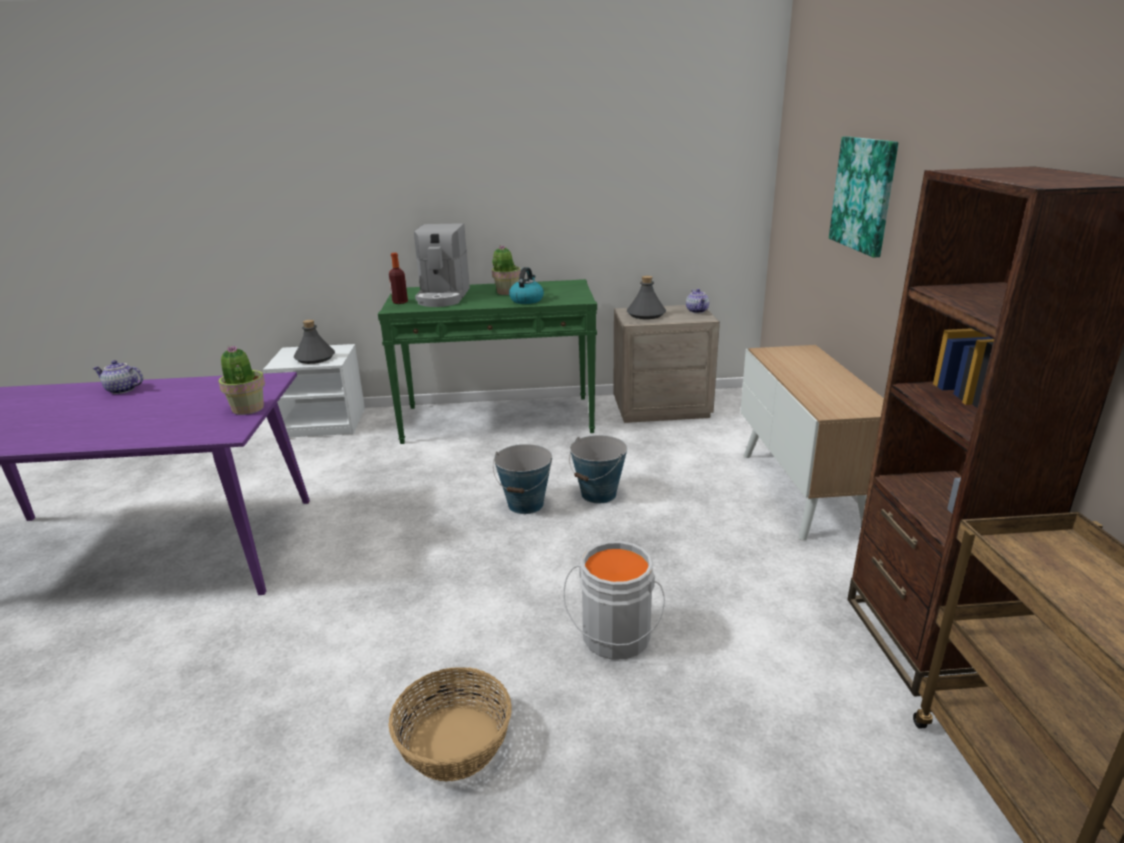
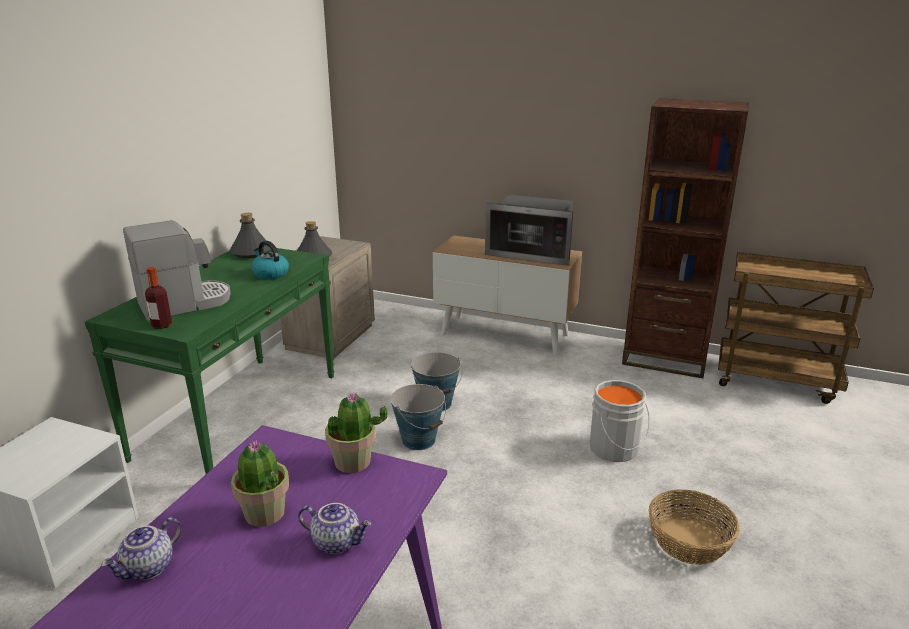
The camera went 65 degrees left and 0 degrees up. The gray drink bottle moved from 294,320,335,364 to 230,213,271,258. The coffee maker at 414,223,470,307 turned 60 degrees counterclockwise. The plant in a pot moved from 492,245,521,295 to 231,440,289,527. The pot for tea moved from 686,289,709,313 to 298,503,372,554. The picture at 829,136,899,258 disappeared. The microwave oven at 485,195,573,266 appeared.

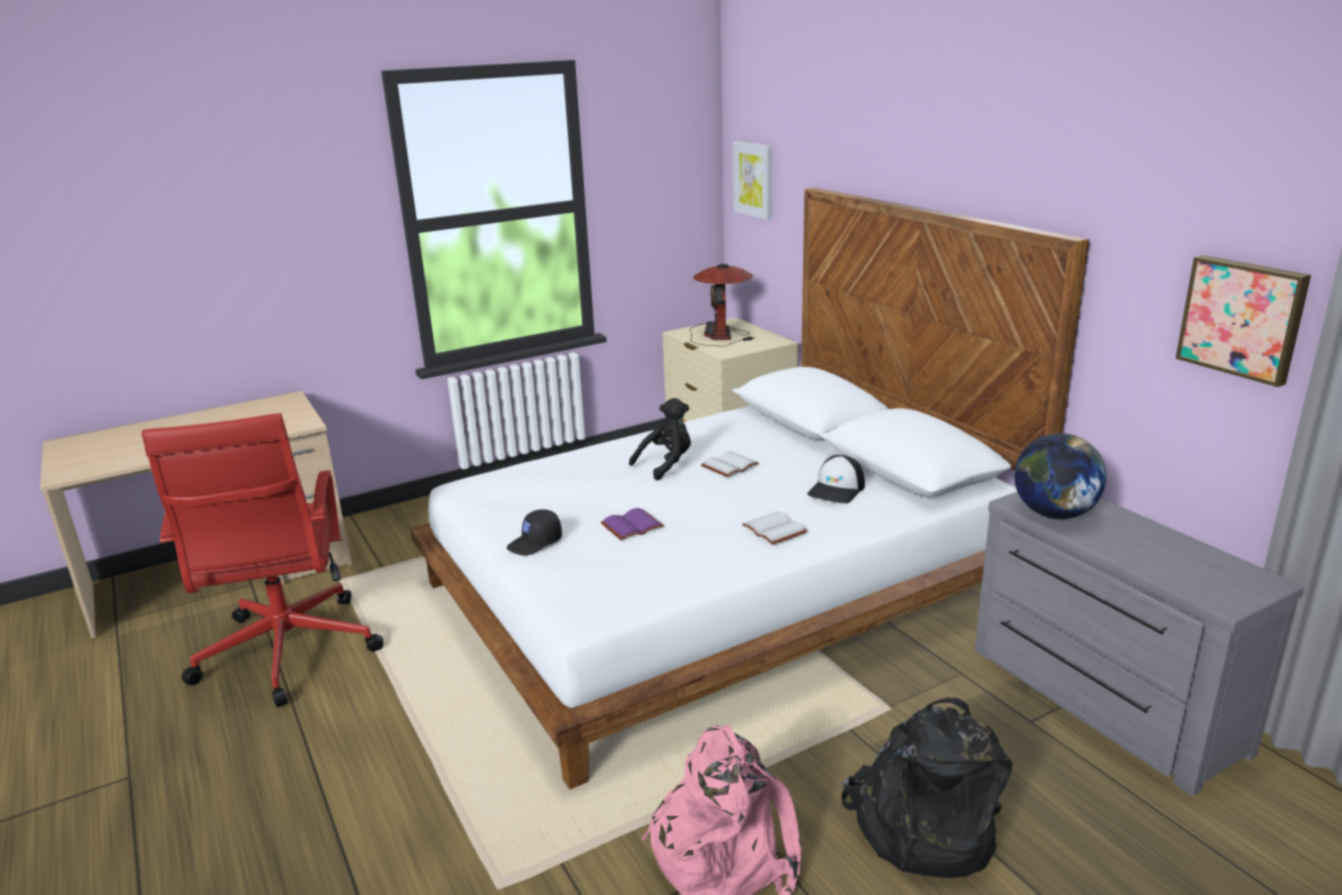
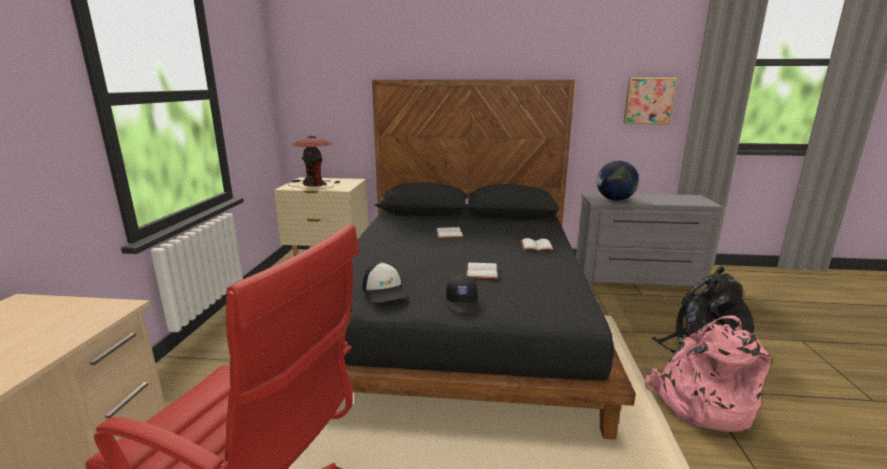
The camera went 55 degrees left and 5 degrees down. The white sleeping bed at 410,188,1089,789 became the black-coloured sleeping bed at 344,79,636,440. The purple volume at 600,508,664,540 became the white volume at 466,263,498,279. The black-coloured cuddly toy at 629,398,691,480 disappeared. The picture at 733,141,772,220 disappeared. The peaked cap moved from 807,455,865,503 to 363,262,408,303.

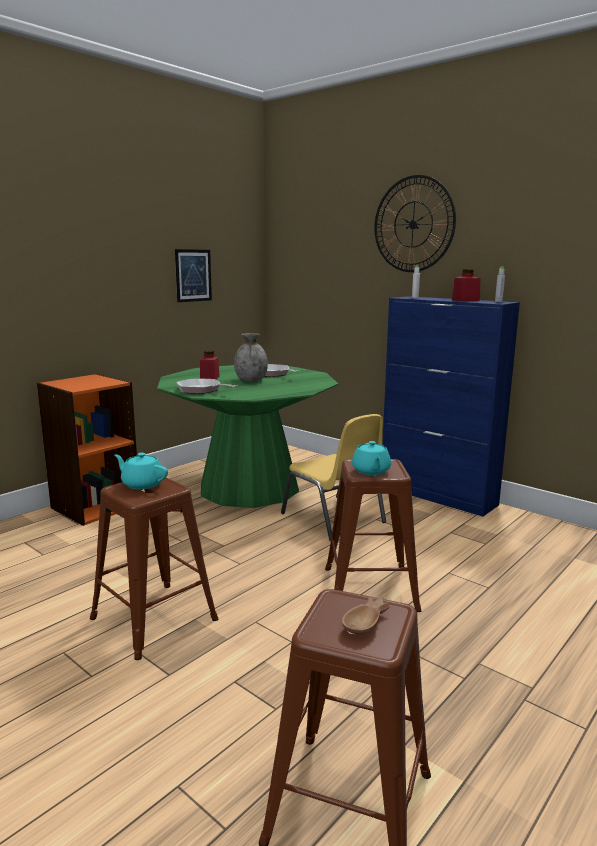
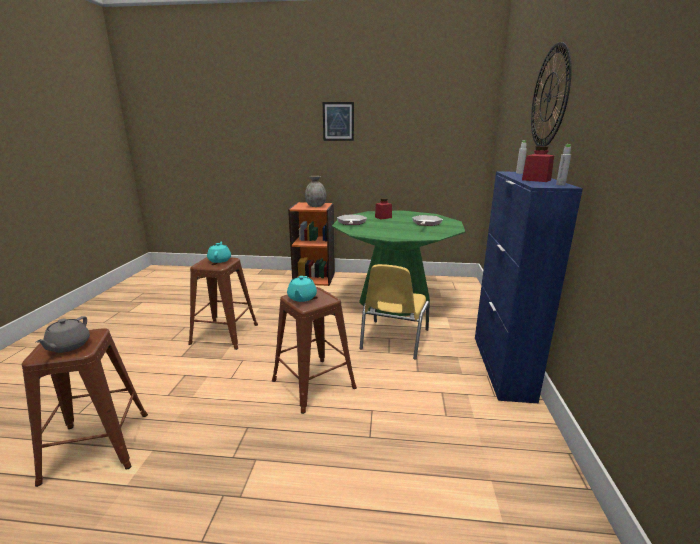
The camera went 55 degrees right and 5 degrees up. The picture moved from 175,249,212,302 to 323,102,354,141. The gray decorative vase moved from 234,333,268,382 to 305,176,326,207. The brownish bowl at 342,596,390,635 was replaced by the gray pot for tea at 36,316,90,353. The blue-green pot for tea at 352,441,391,475 turned 45 degrees counterclockwise.

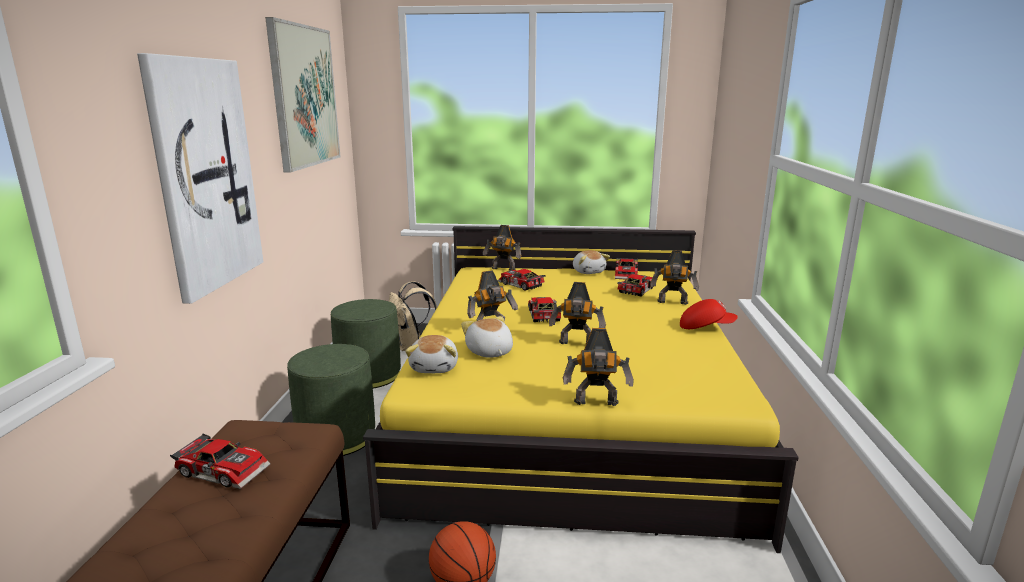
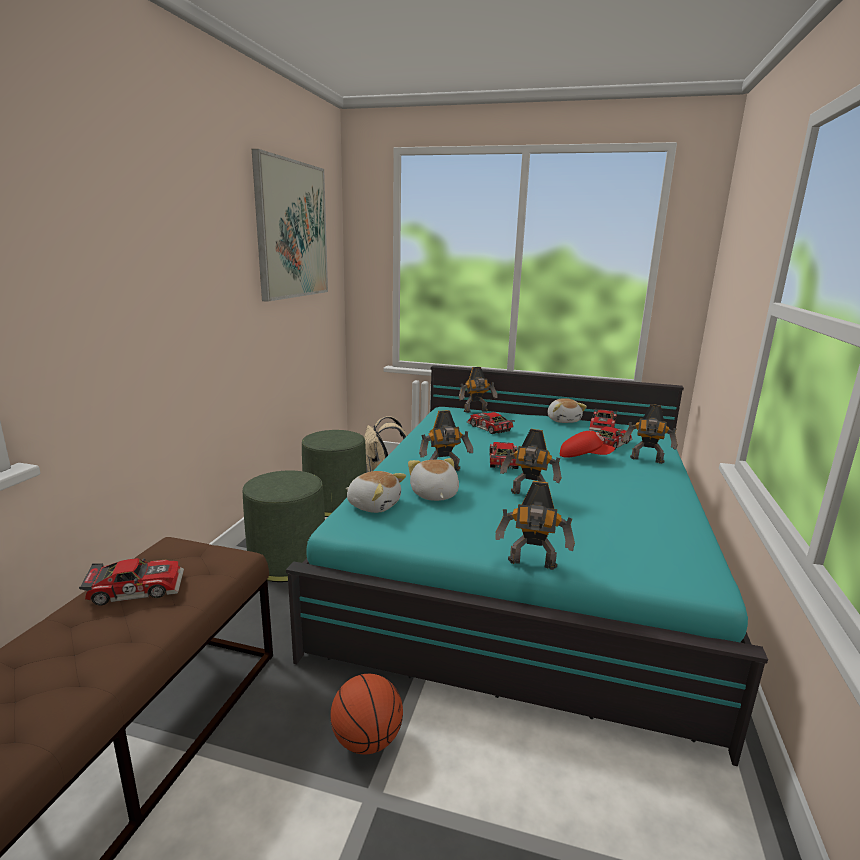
The camera went 10 degrees right and 0 degrees up. The picture at 137,53,263,304 disappeared. The miniature car at 170,434,270,489 turned 45 degrees counterclockwise. The yellow sleeping bed at 363,226,799,553 became the blue-green sleeping bed at 286,365,768,766. The cuddly toy at 405,335,458,373 turned 75 degrees counterclockwise. The toy robot at 483,225,522,271 turned 45 degrees counterclockwise. The reddish peaked cap moved from 680,299,738,329 to 560,431,615,458.

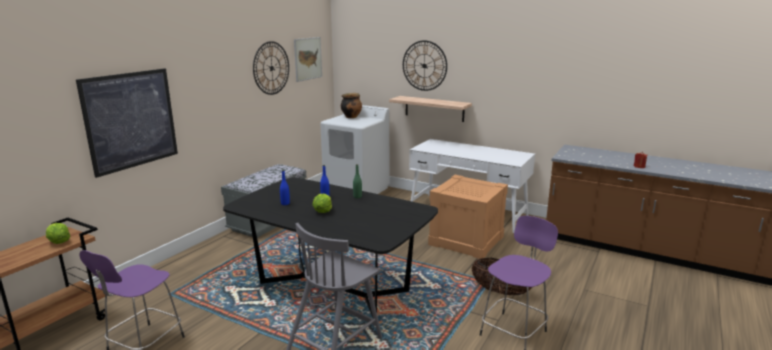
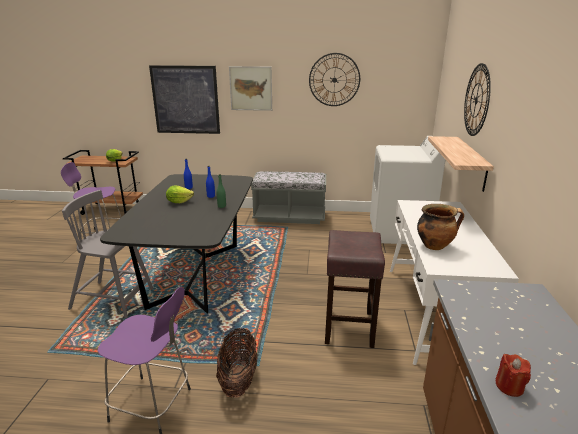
The camera went 65 degrees right and 5 degrees up. The picture moved from 294,37,322,82 to 229,66,272,111. The saucepot moved from 341,93,362,118 to 417,204,464,250. The crate at 428,175,508,259 was replaced by the brownish sitting stool at 325,230,385,348.

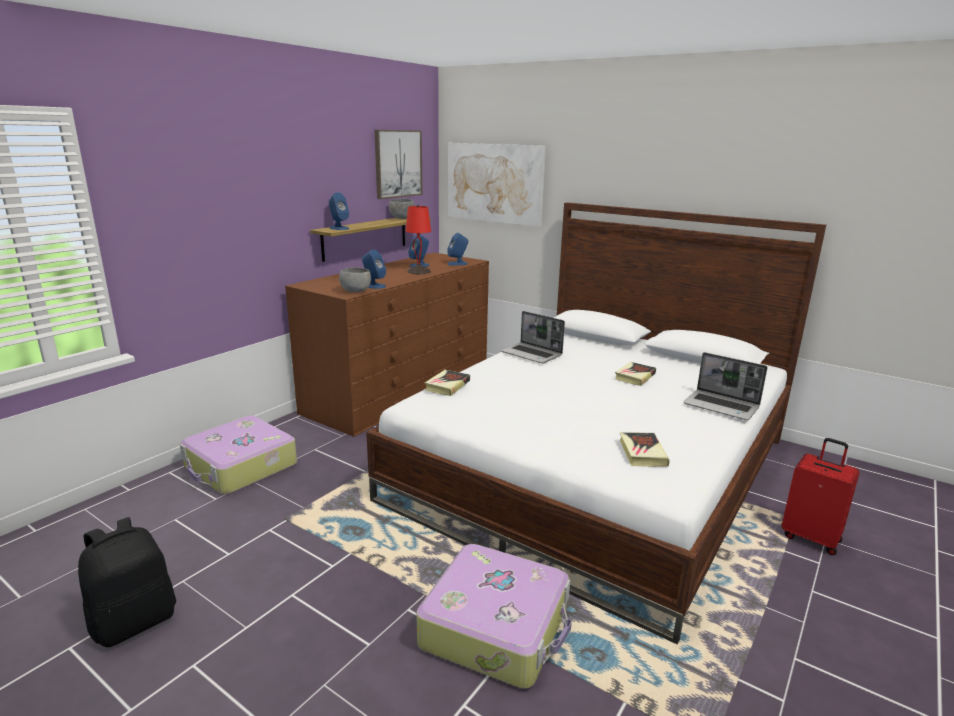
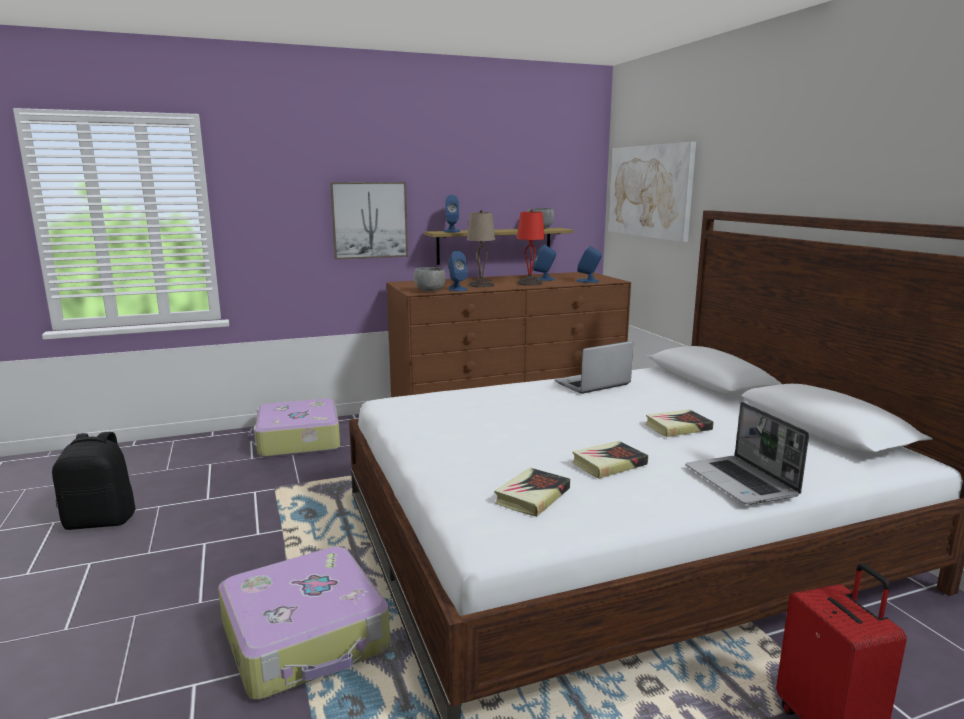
The camera went 35 degrees right and 5 degrees down. The picture moved from 375,130,423,199 to 330,182,408,260. The volume moved from 425,370,470,396 to 572,441,648,479. The notebook computer at 500,311,565,364 turned 75 degrees clockwise. The beige-coloured tabletop lamp at 467,210,495,287 appeared.

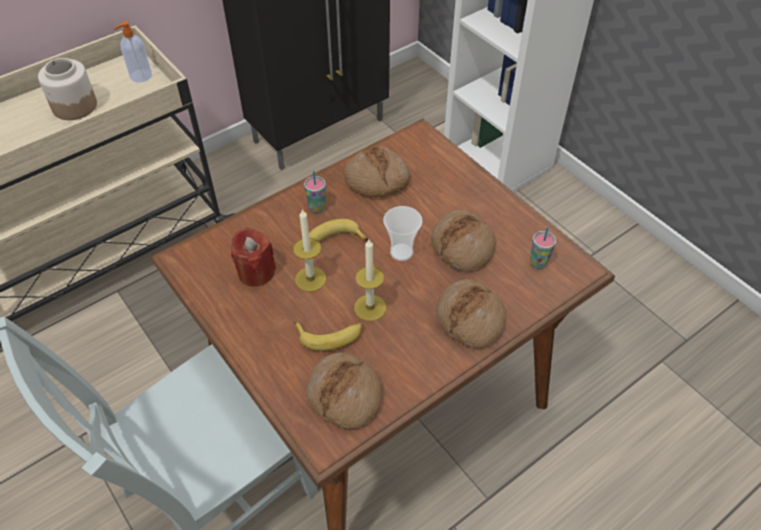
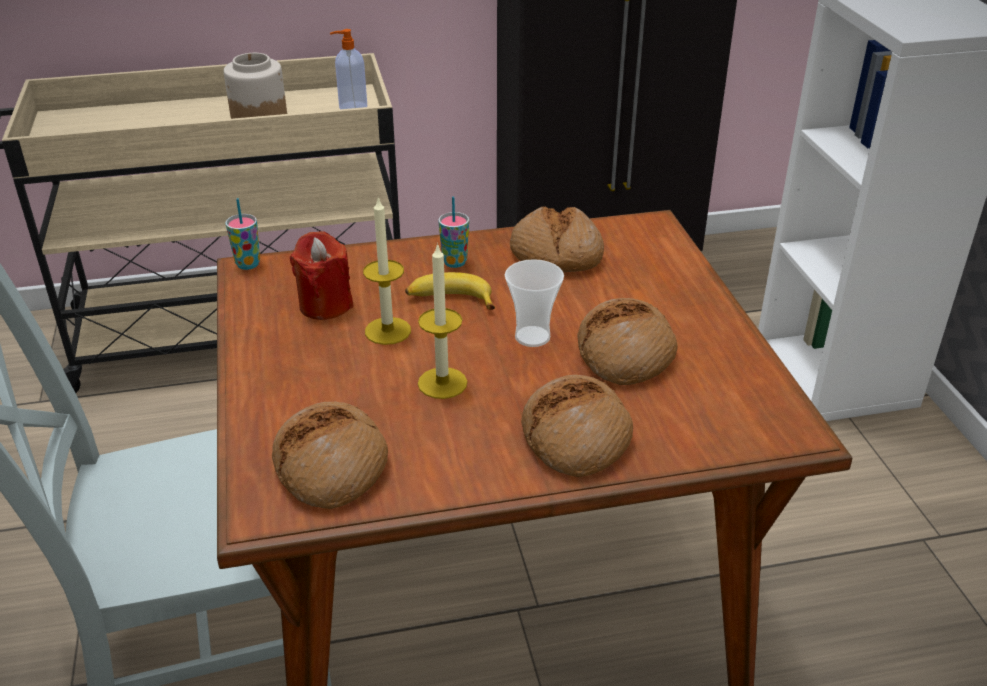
The camera went 25 degrees right and 15 degrees down. The whole banana at 294,321,363,351 disappeared. The cup moved from 530,226,556,269 to 225,198,260,270.

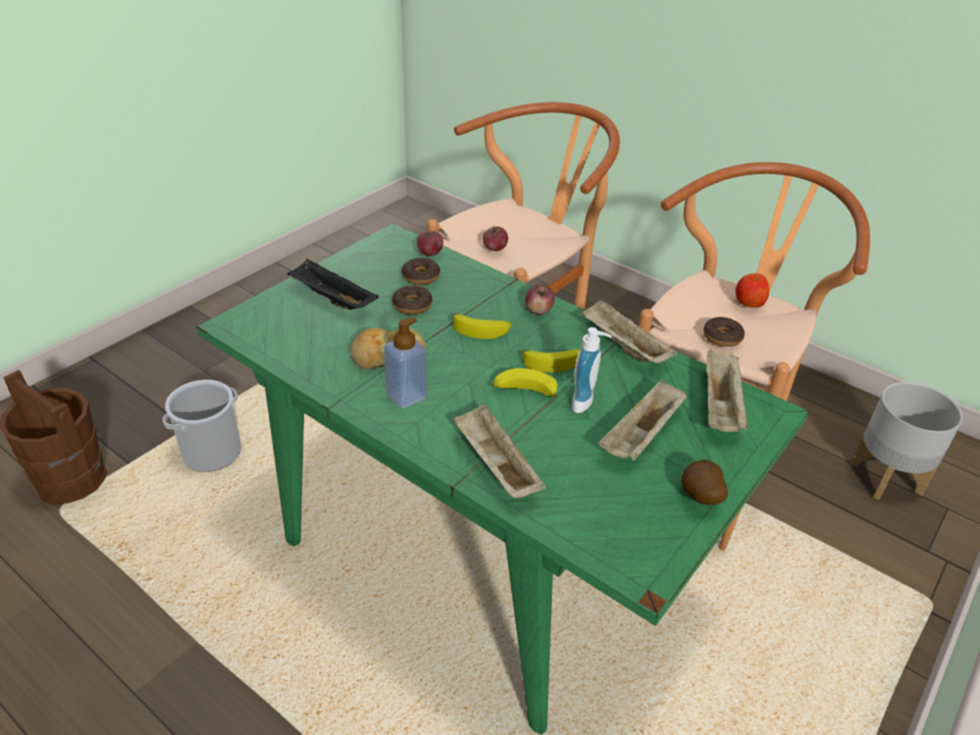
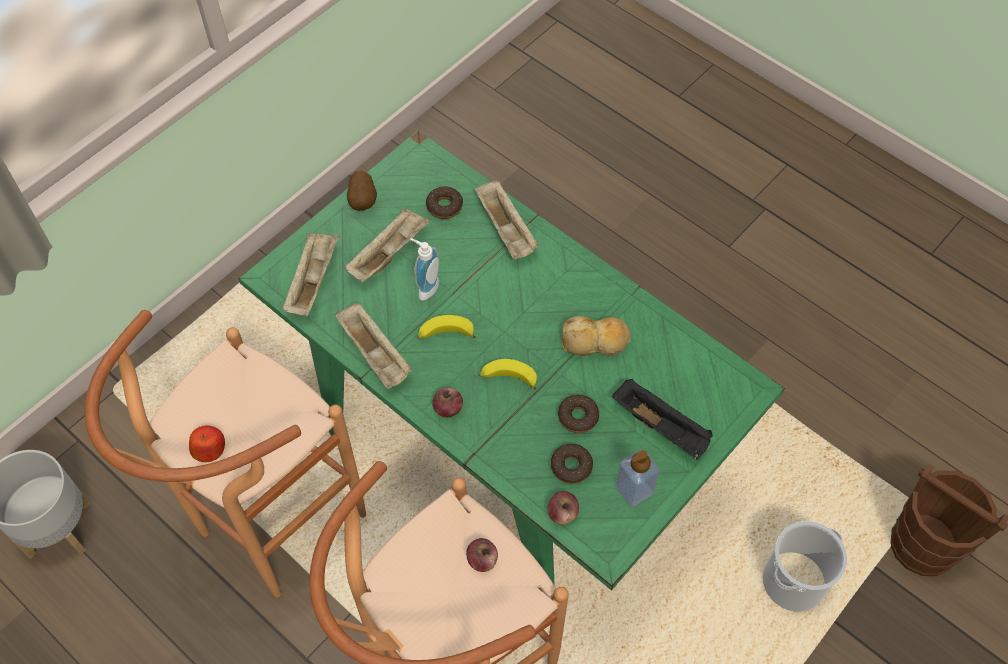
The camera went 175 degrees left and 20 degrees up. The soap dispenser moved from 384,317,427,408 to 615,449,660,507. The whole banana at 492,368,558,398 disappeared. The doughnut moved from 704,317,745,347 to 426,186,463,219.

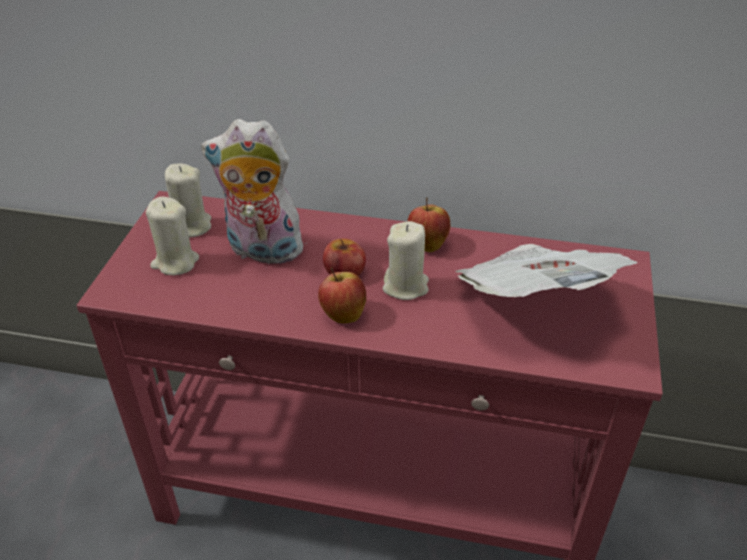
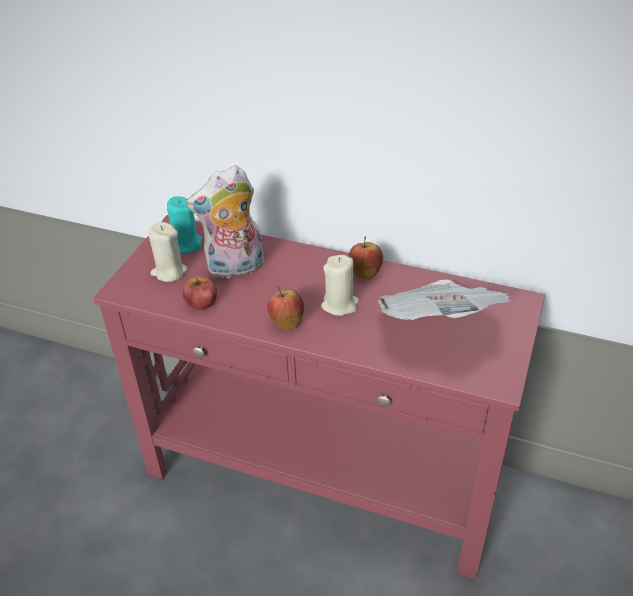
The camera went 10 degrees right and 0 degrees up. The beige-coloured wax candle at 165,163,211,237 became the blue-green wax candle at 167,196,202,254. The cuddly toy at 201,119,306,264 turned 45 degrees counterclockwise. The apple fruit moved from 323,238,366,276 to 183,276,217,310.

